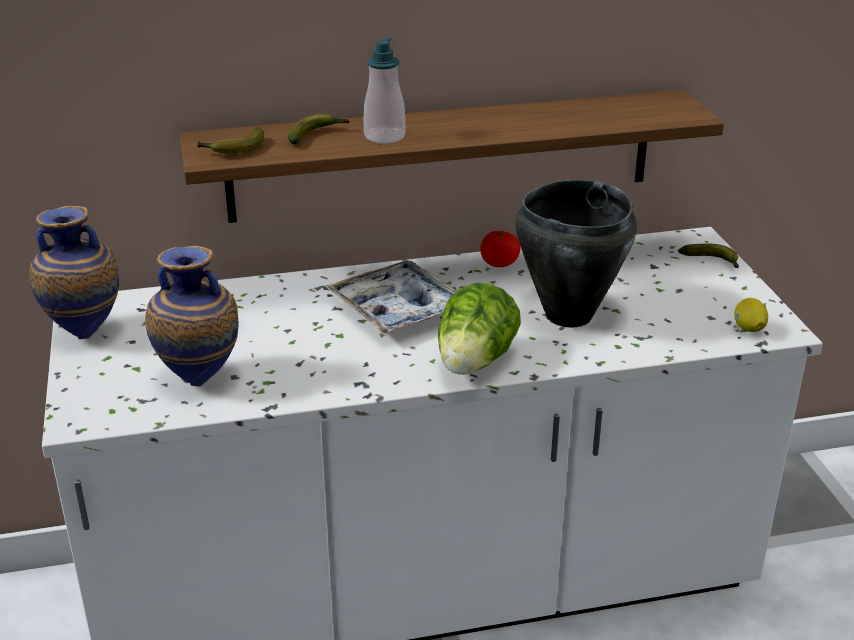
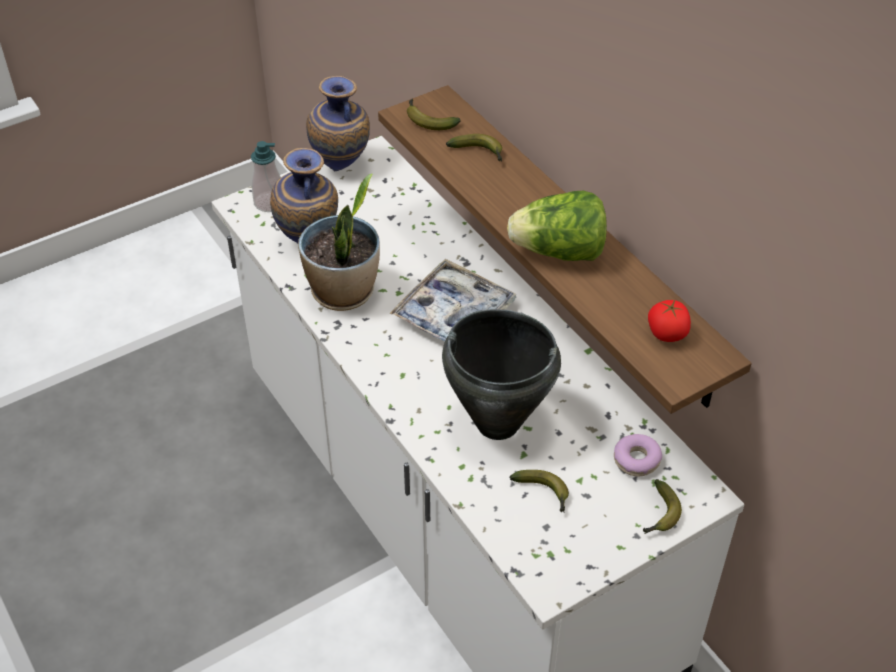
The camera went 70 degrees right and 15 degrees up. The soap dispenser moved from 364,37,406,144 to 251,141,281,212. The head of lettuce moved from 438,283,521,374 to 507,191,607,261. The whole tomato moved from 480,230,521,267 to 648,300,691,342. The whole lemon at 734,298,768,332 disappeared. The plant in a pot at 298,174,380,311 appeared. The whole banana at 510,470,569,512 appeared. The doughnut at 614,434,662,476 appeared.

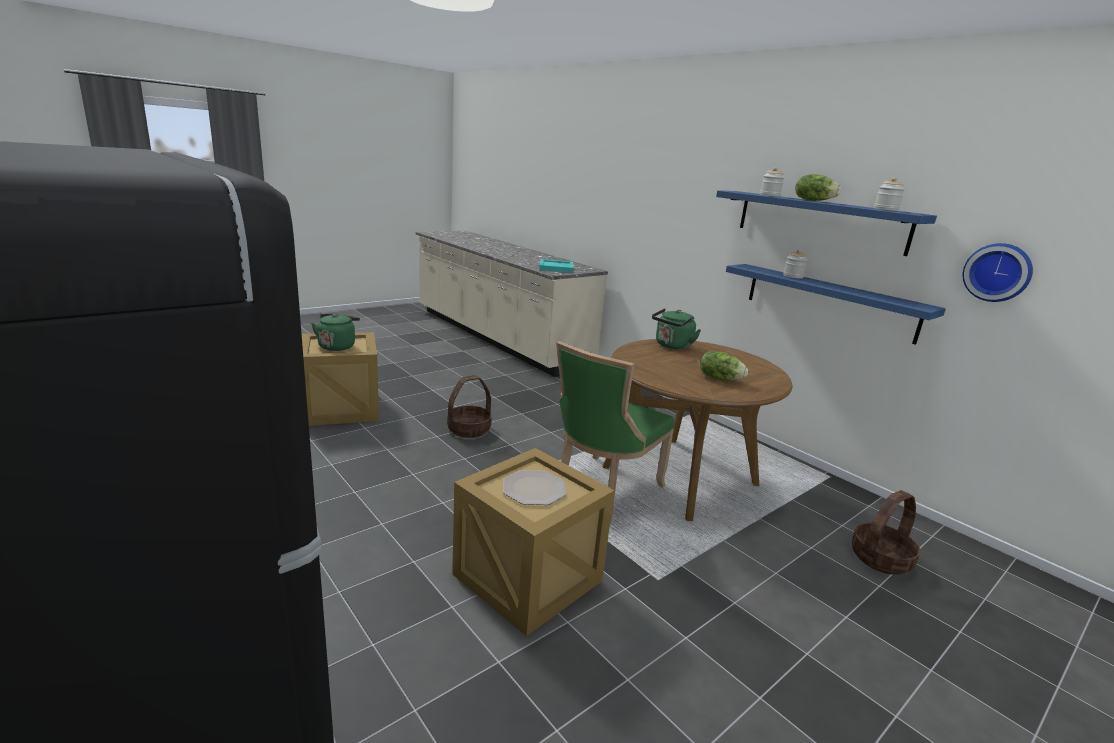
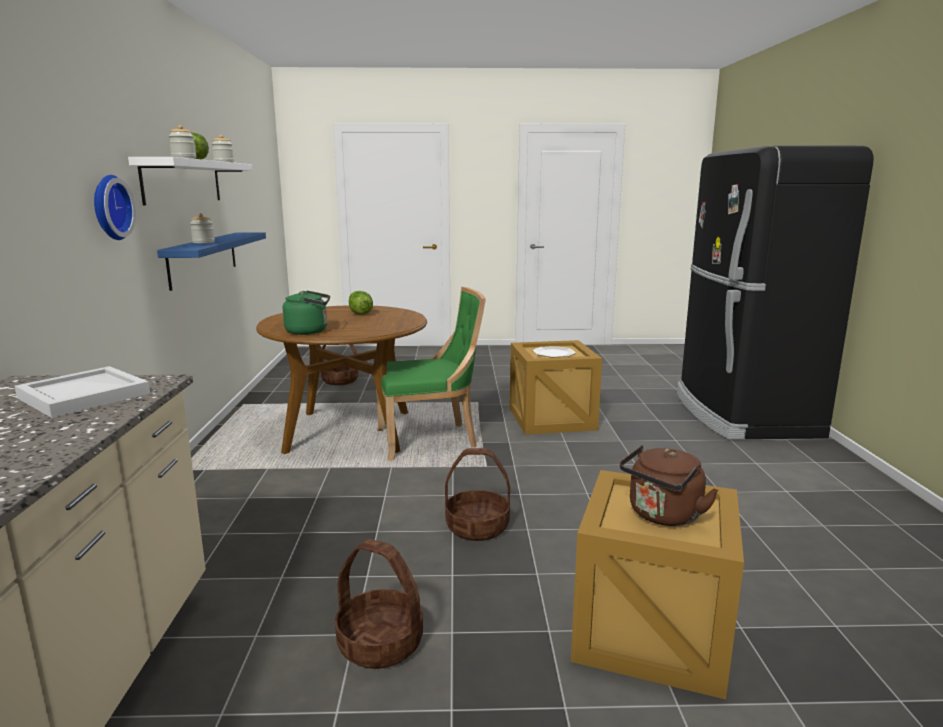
The camera went 140 degrees left and 5 degrees down. The greenish kettle at 311,314,360,351 became the brownish kettle at 620,445,718,526. The blue-green tray at 539,259,574,273 became the white tray at 15,366,150,418. The blue shelf at 716,190,937,256 became the white shelf at 128,157,253,205. The clock on the wall moved from 962,243,1033,302 to 94,175,136,240. The household basket at 335,539,423,669 appeared.

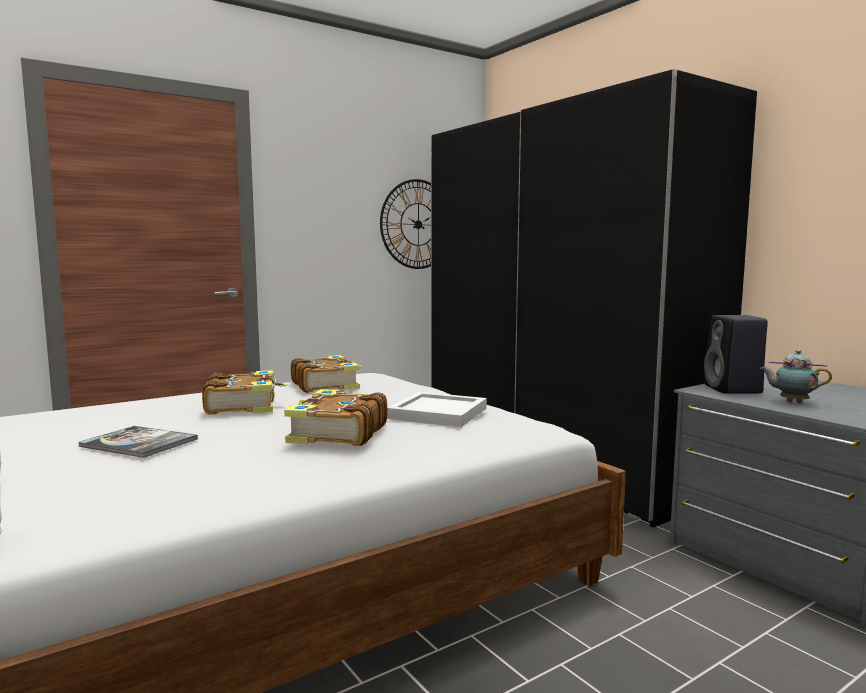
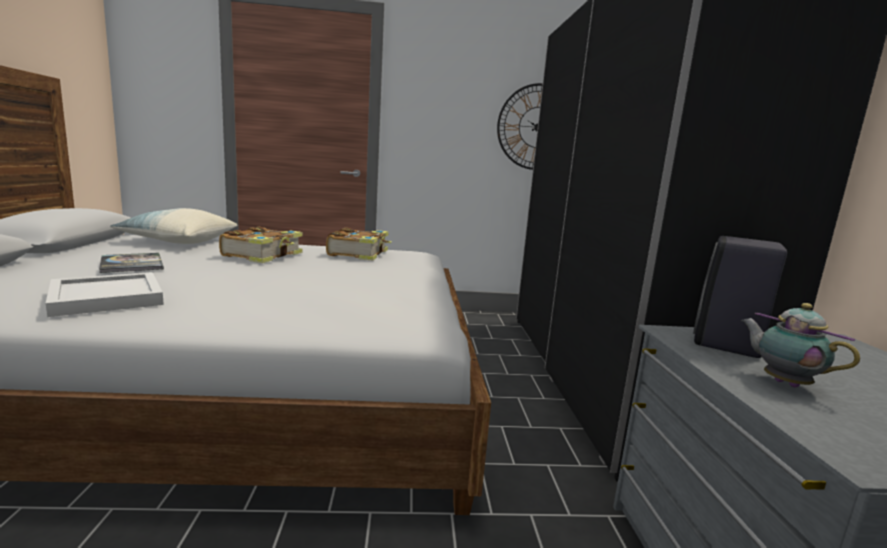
The camera went 30 degrees right and 5 degrees up. The volume at 284,389,387,446 disappeared. The white tray moved from 387,392,487,427 to 46,272,164,317. The pillow at 110,208,237,244 appeared.

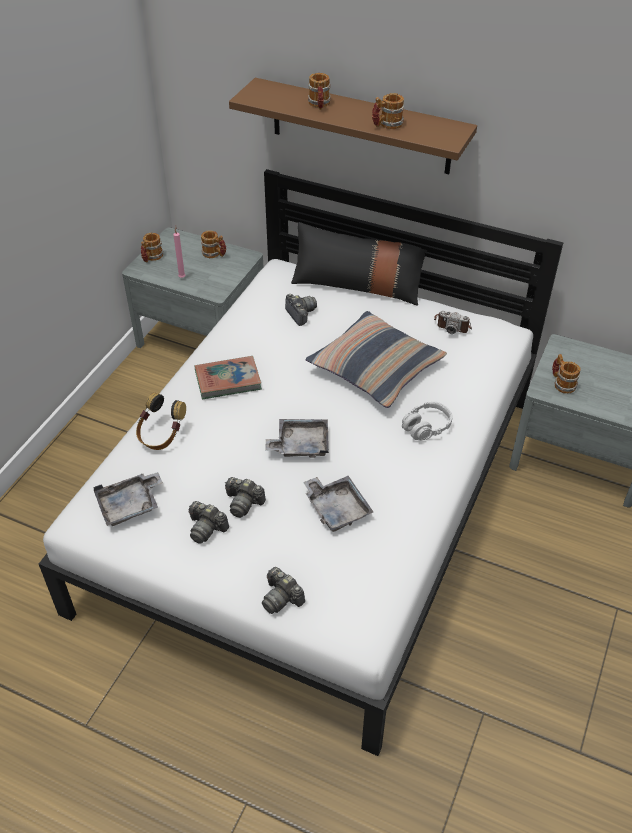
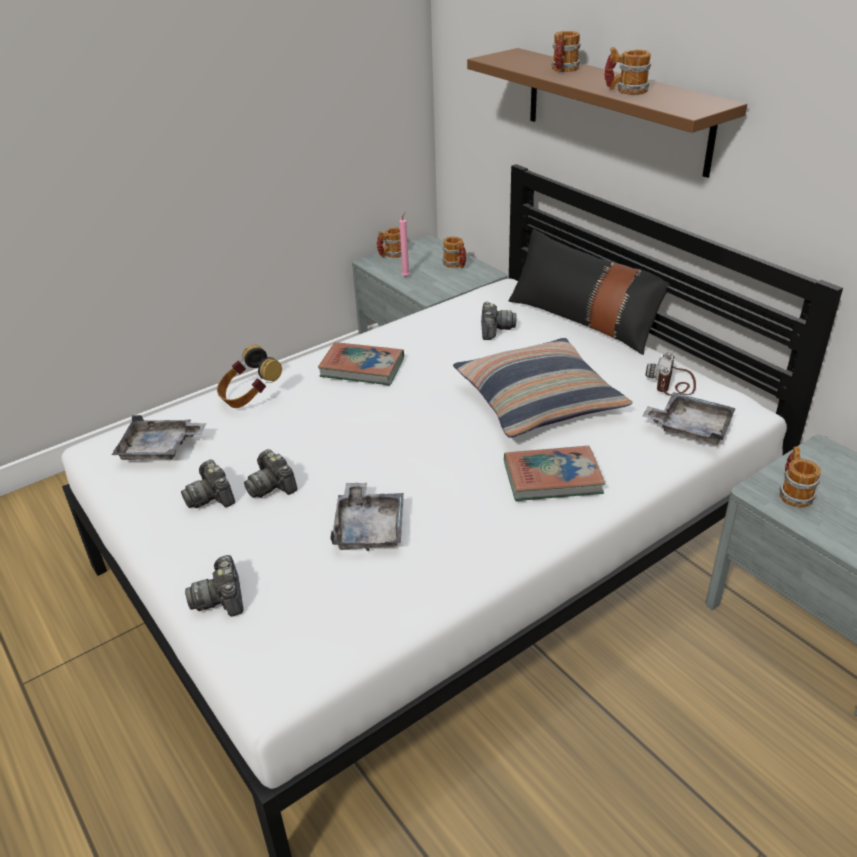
The camera went 30 degrees right and 10 degrees down. The gray tray moved from 265,419,329,458 to 642,392,736,445. The gray pair of headphones at 402,402,453,440 was replaced by the volume at 504,446,605,501. The photo camera at 434,311,472,334 turned 60 degrees clockwise.

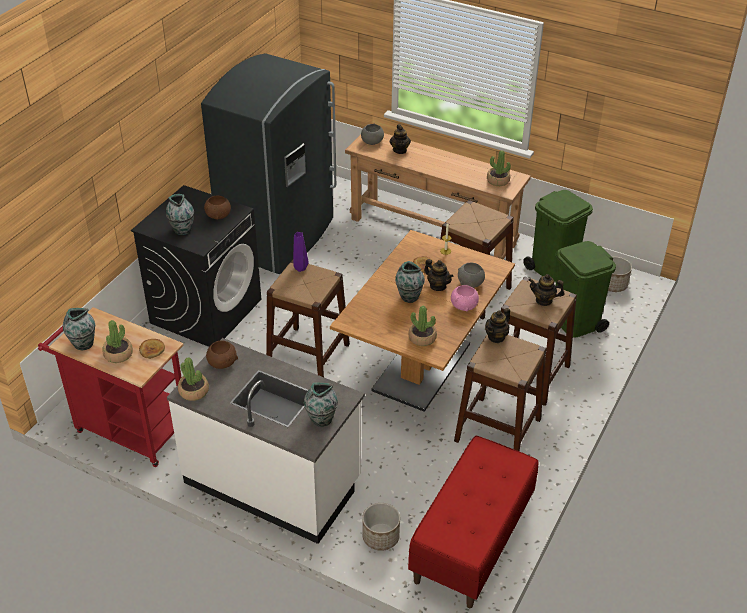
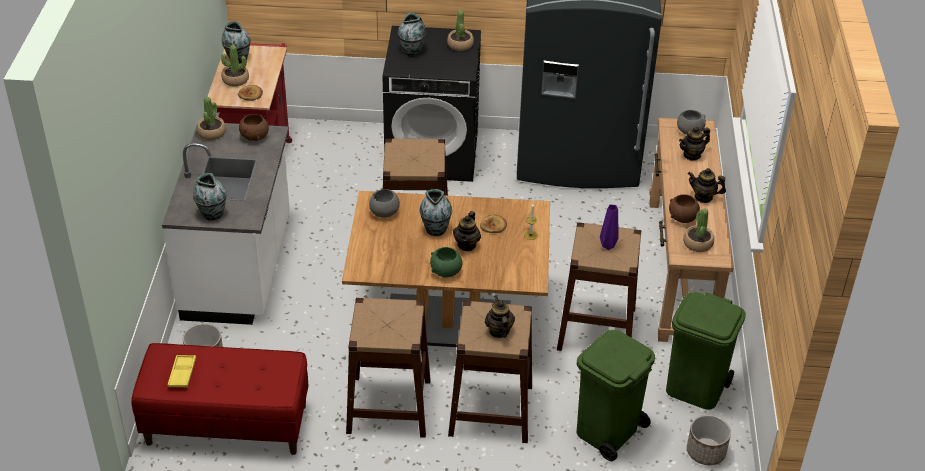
The camera went 65 degrees right and 0 degrees up. The brownish bowl moved from 204,196,231,219 to 669,194,700,223. The purple decorative vase moved from 293,232,309,272 to 600,204,618,250. The plant in a pot moved from 408,306,437,346 to 447,10,474,51. The pink bowl at 451,285,479,311 became the greenish bowl at 430,247,462,277. The gray bowl moved from 458,263,485,288 to 369,188,400,218. The pot for tea moved from 485,308,510,343 to 688,168,726,203. The yellow tray at 167,355,196,388 appeared.

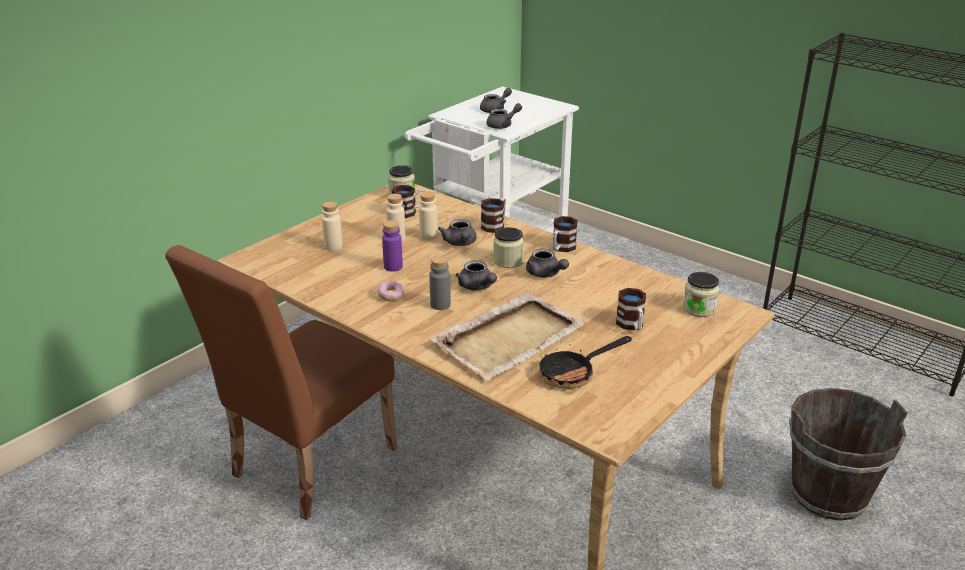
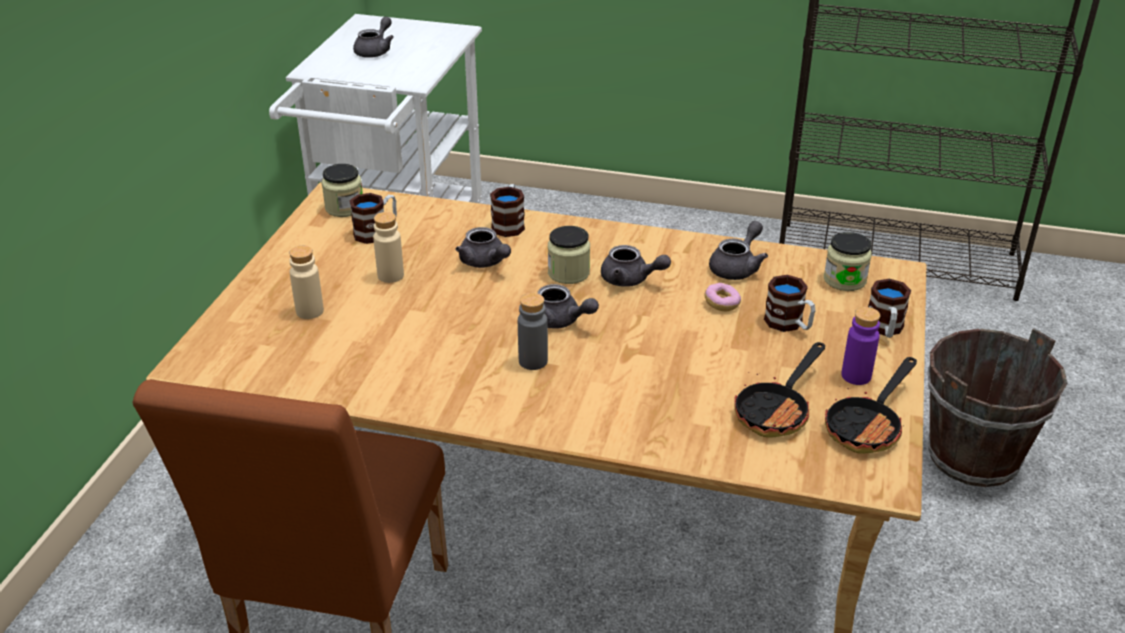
The camera went 25 degrees left and 5 degrees up. The doughnut moved from 378,281,404,302 to 704,283,741,311. The purple drink bottle moved from 382,220,403,272 to 841,307,880,385. The beige-coloured drink bottle at 419,192,438,240 disappeared. The beige-coloured tray at 430,292,586,380 disappeared. The gray pot for tea moved from 486,103,522,129 to 709,221,768,280. The mug moved from 553,216,578,252 to 868,279,911,338. The frying pan at 825,357,917,454 appeared.

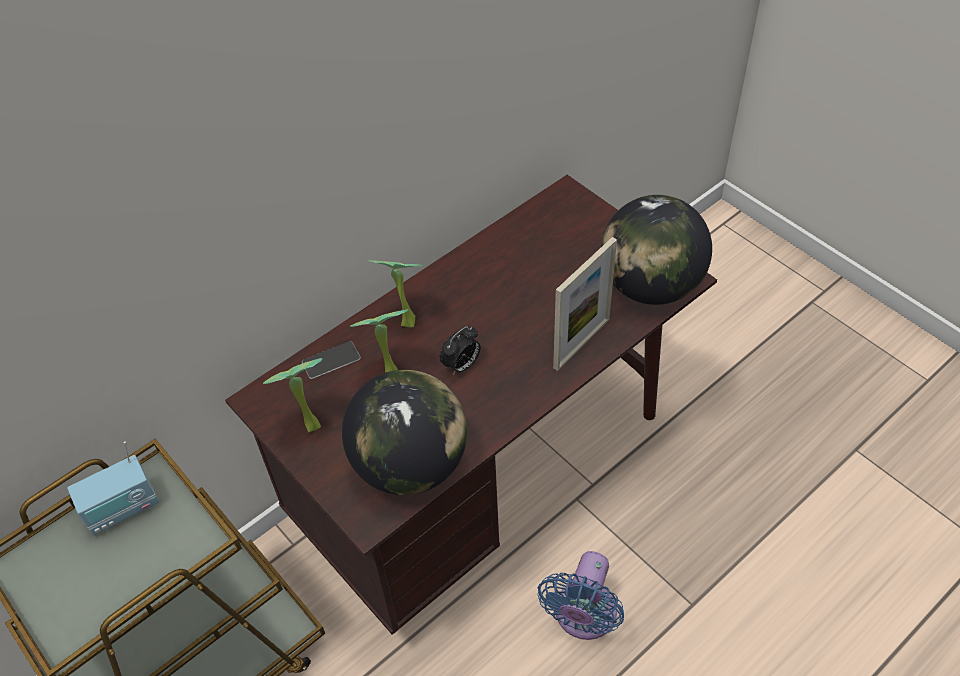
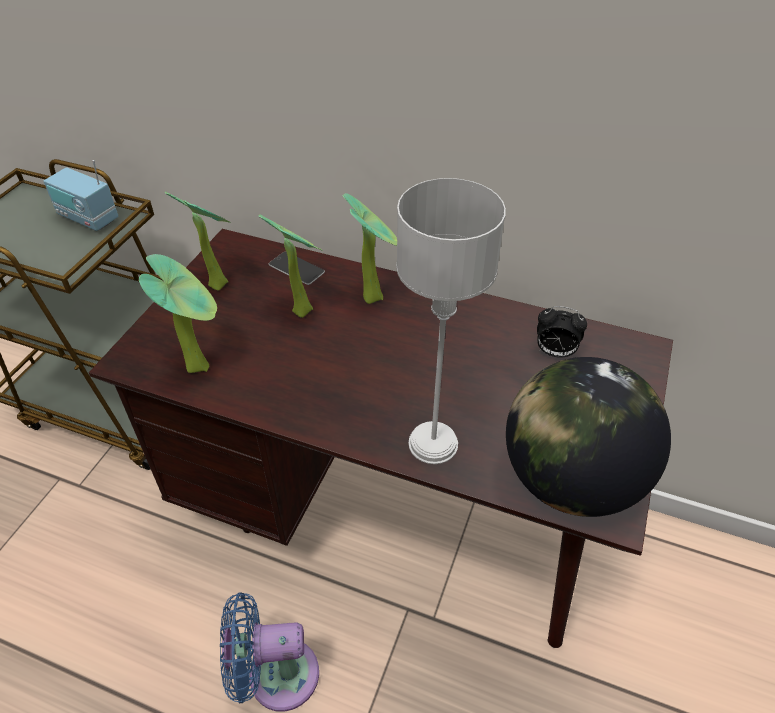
The camera went 60 degrees right and 5 degrees down. The world globe at 342,370,467,495 was replaced by the plant in a pot at 139,254,217,373. The table clock moved from 439,326,481,375 to 537,306,587,358. The photo frame at 553,237,617,371 was replaced by the gray tabletop lamp at 396,178,506,464.

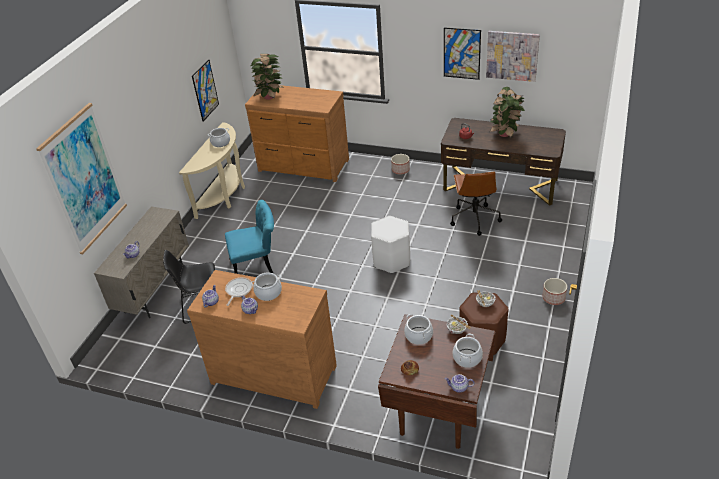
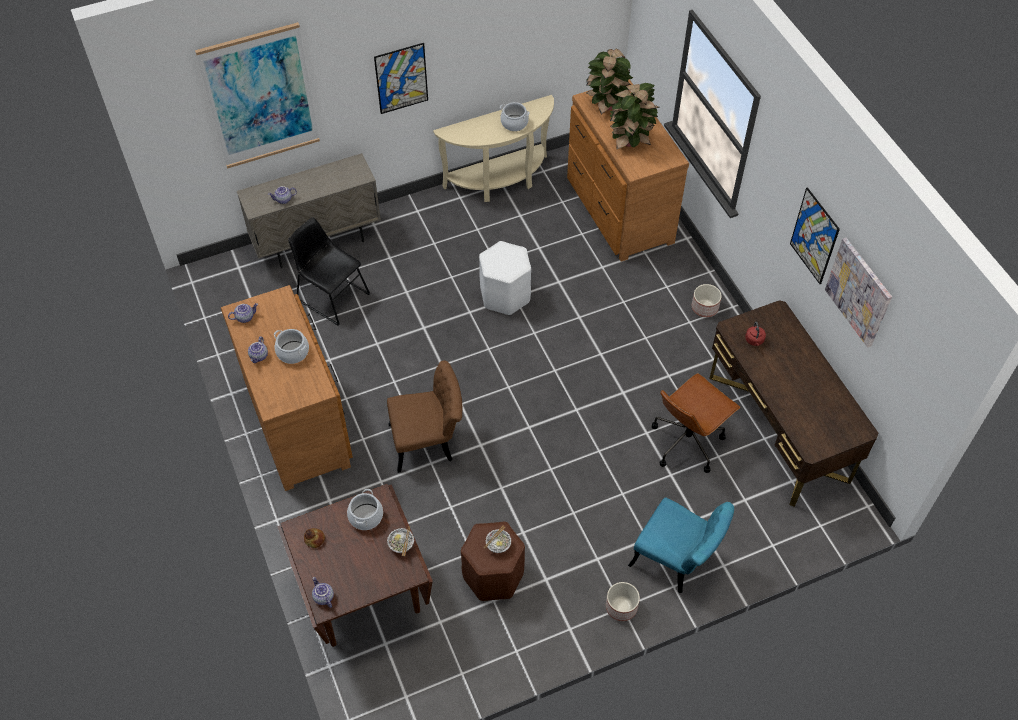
The camera went 45 degrees right and 15 degrees up. The picture moved from 192,59,219,122 to 374,43,428,114. The blue-green plain chair moved from 225,200,274,274 to 628,497,734,593. The frying pan at 225,277,253,306 disappeared. The white sitting stool moved from 371,216,410,273 to 479,241,531,316. The saucepot at 453,334,483,368 disappeared. The plant in a pot moved from 489,87,525,138 to 610,83,660,149. The brownish plain chair at 387,360,462,473 appeared.

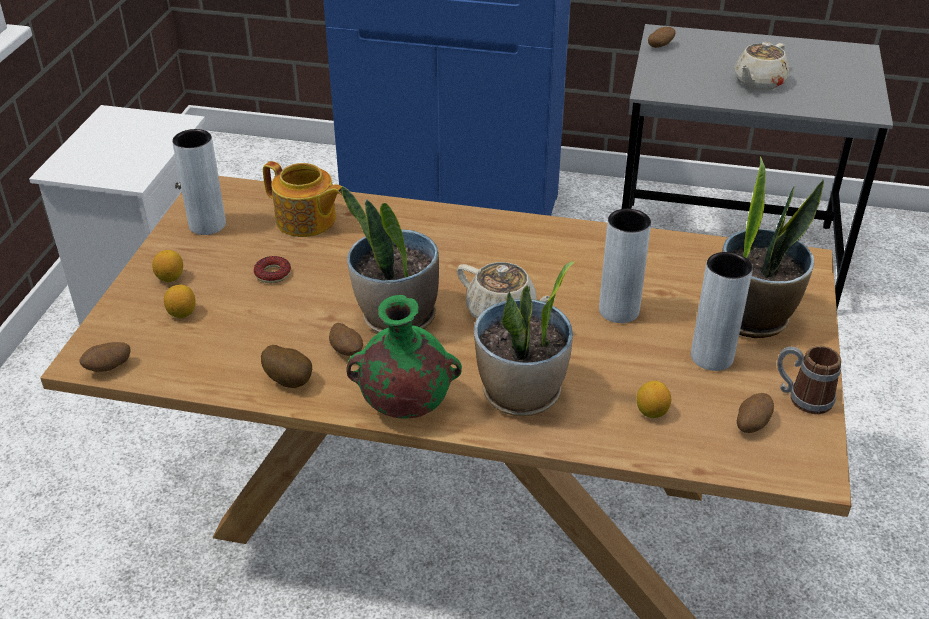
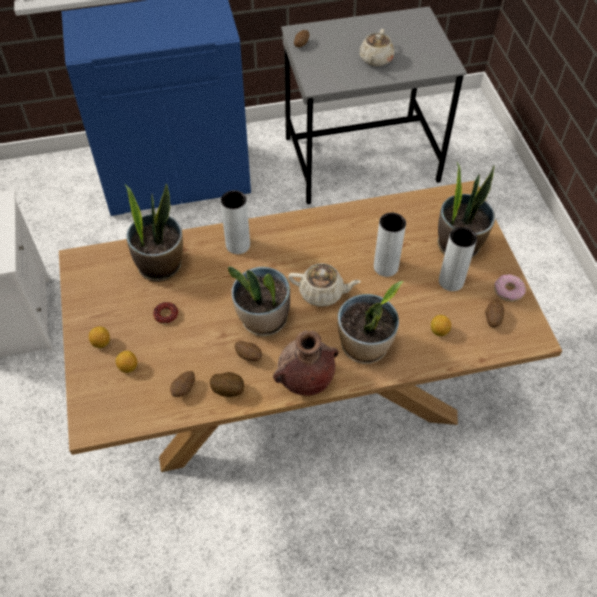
The camera went 25 degrees left and 15 degrees up. The whole potato moved from 79,342,131,372 to 170,371,195,397. The gray decorative vase moved from 172,129,226,235 to 220,190,250,254. The pot for tea at 263,161,342,237 was replaced by the plant in a pot at 125,184,183,282. The greenish decorative vase at 347,295,462,418 became the brownish decorative vase at 273,330,339,396. The mug at 777,346,841,414 was replaced by the doughnut at 494,274,526,302.

